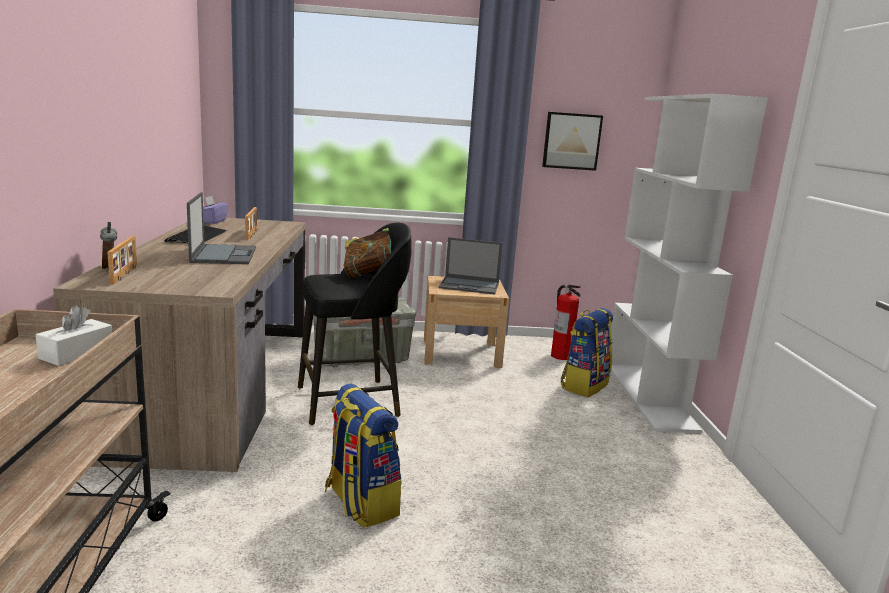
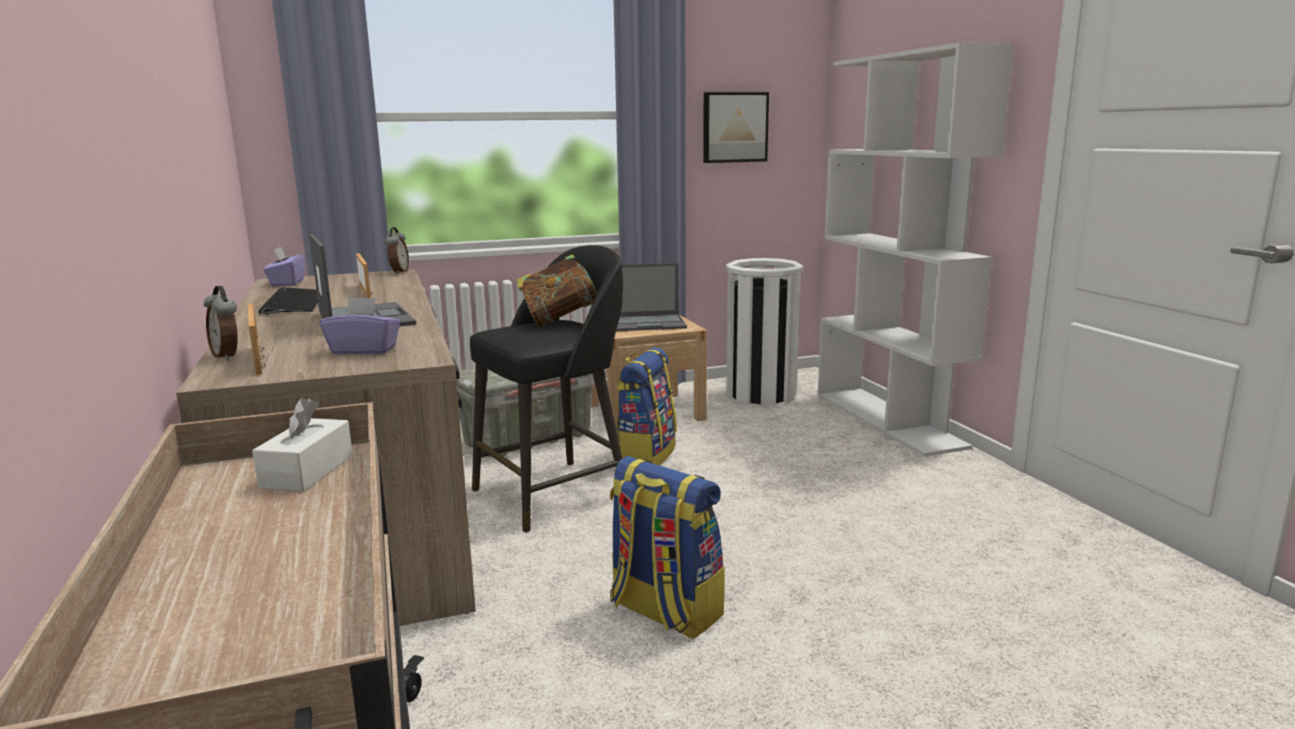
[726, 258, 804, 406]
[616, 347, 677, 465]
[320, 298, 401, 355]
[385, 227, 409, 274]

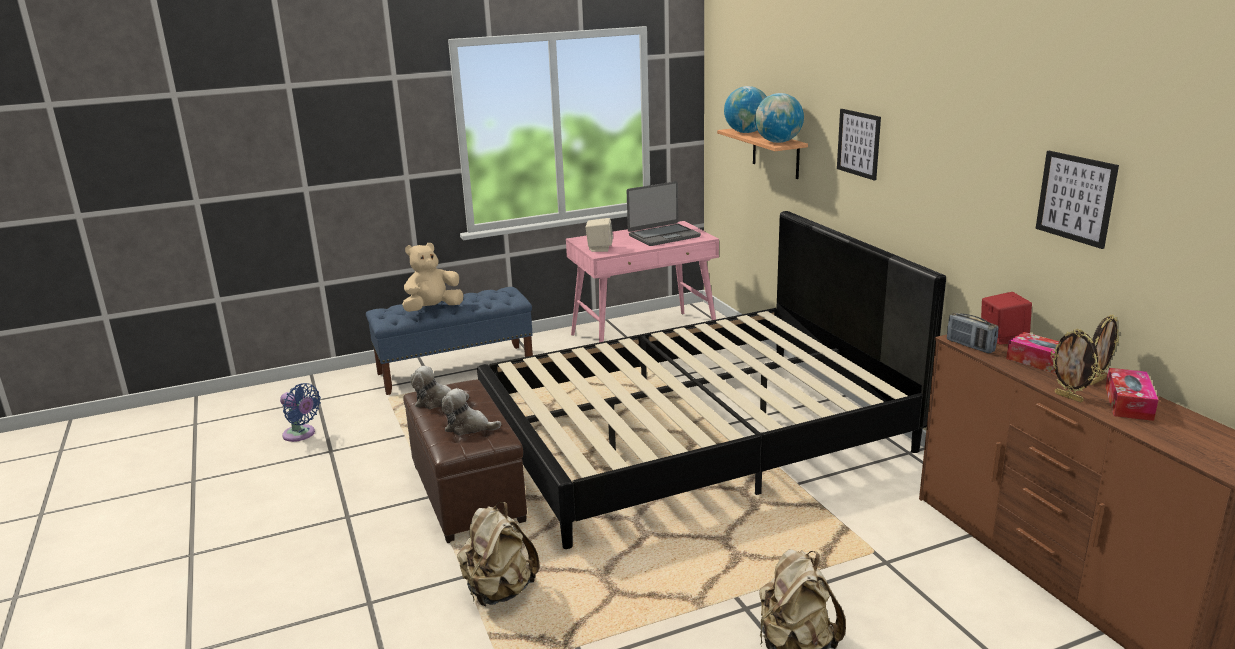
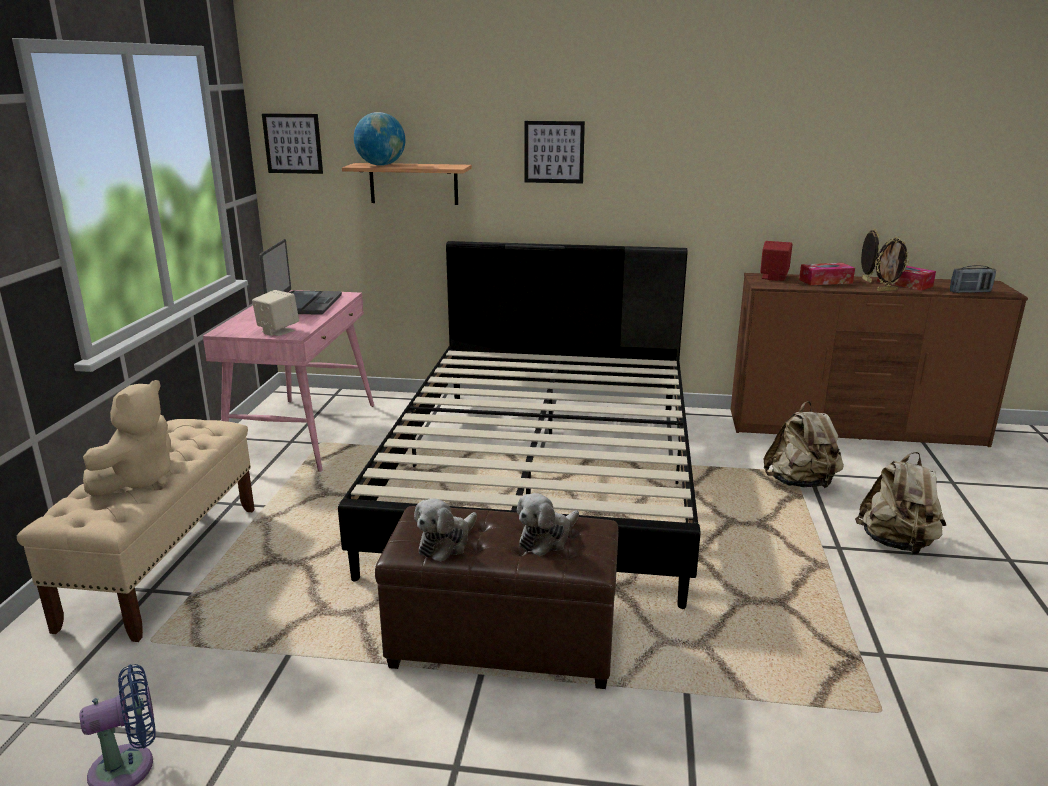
[17, 419, 255, 642]
[83, 380, 171, 495]
[763, 401, 844, 488]
[755, 93, 804, 143] (first image)
[950, 265, 996, 293]
[262, 113, 323, 174]

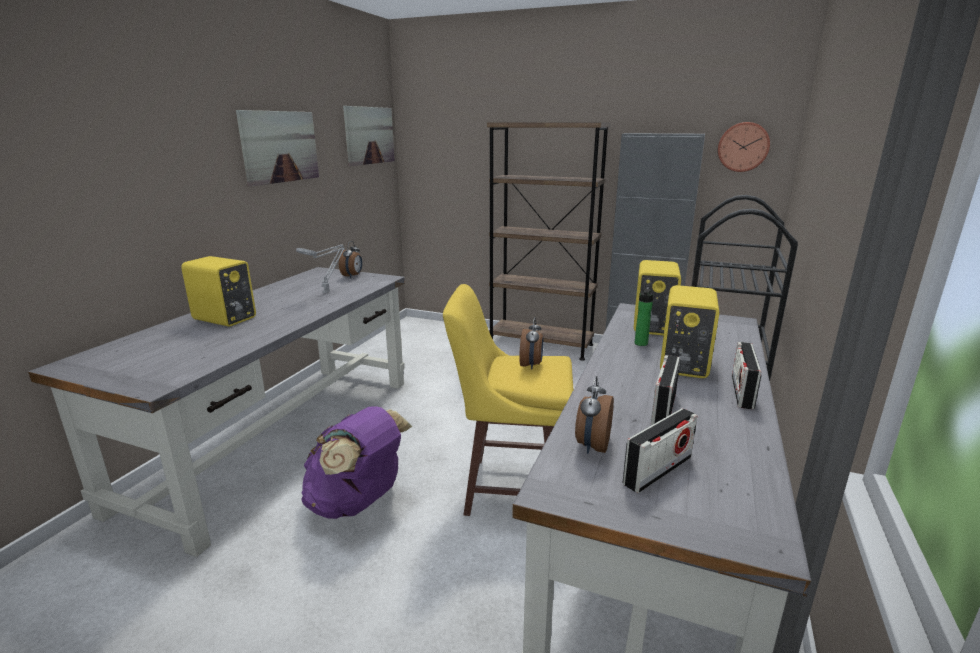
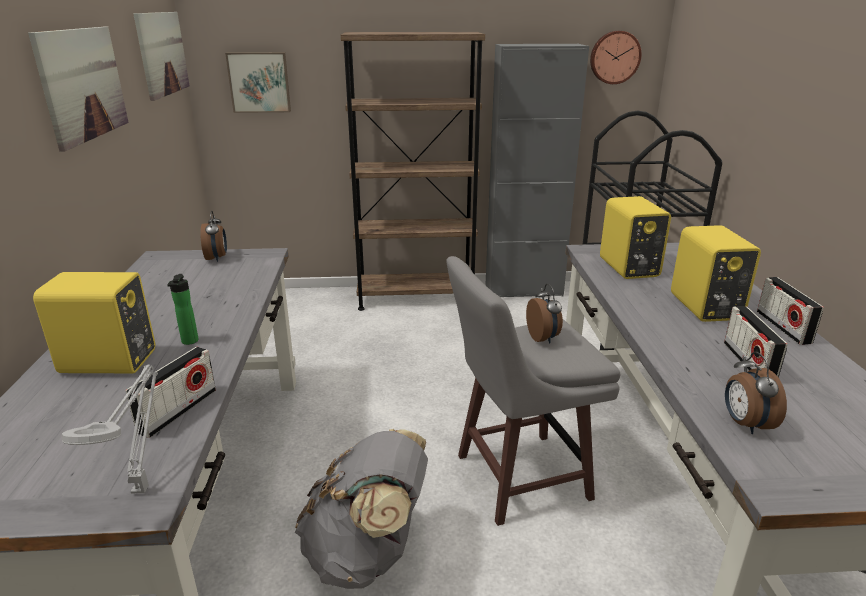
[62, 365, 158, 493]
[295, 429, 428, 589]
[446, 256, 620, 526]
[126, 347, 216, 438]
[167, 274, 199, 345]
[225, 52, 291, 113]

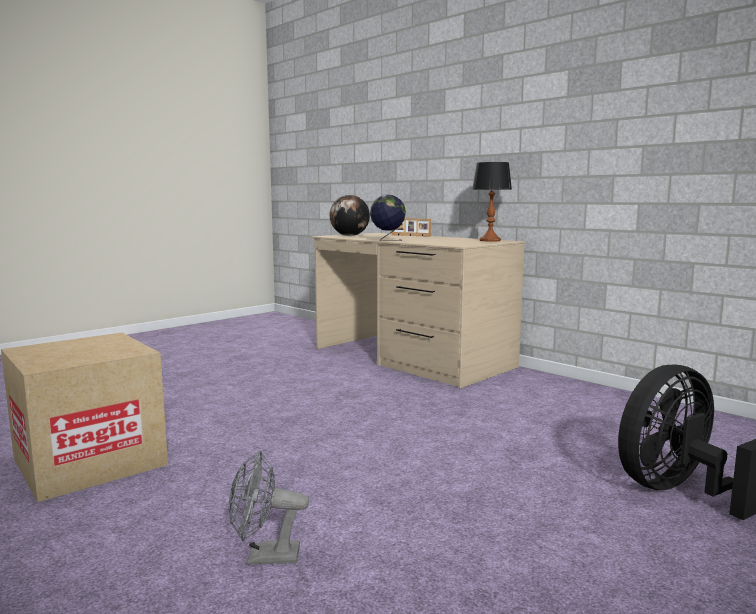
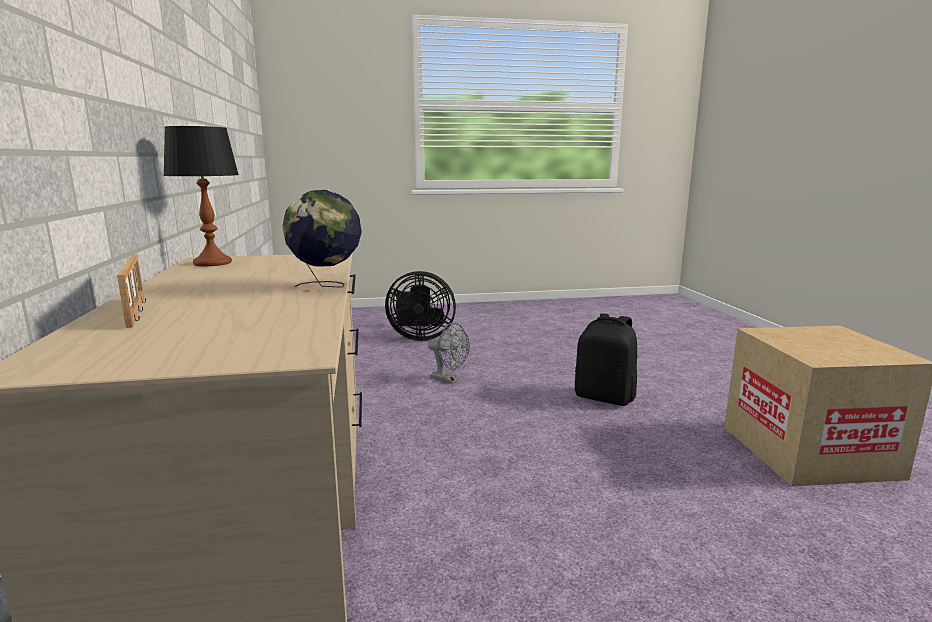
[428, 322, 470, 384]
[329, 195, 370, 236] (first image)
[575, 313, 637, 406]

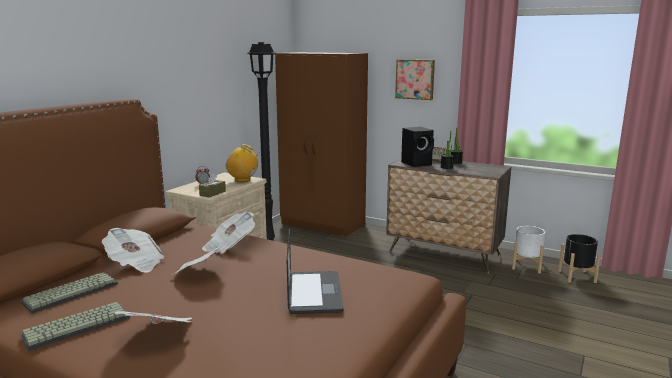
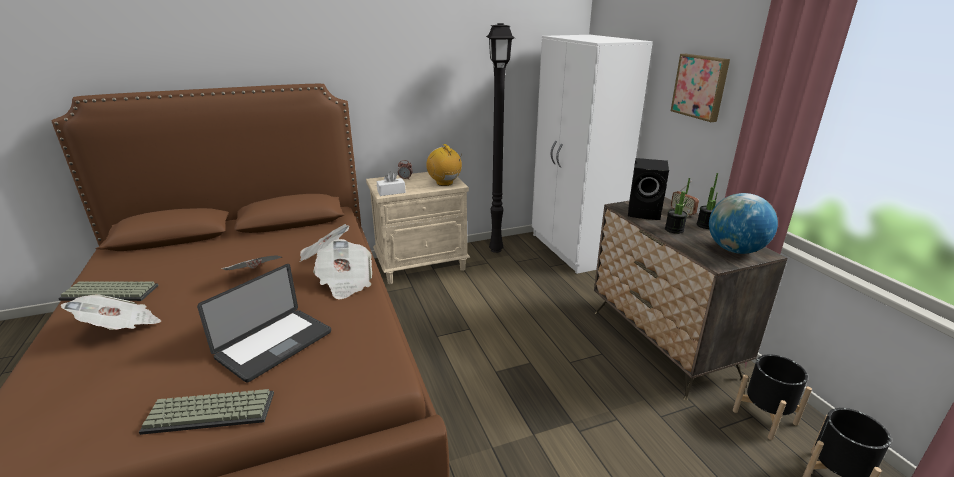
[139, 389, 274, 435]
[313, 239, 372, 300]
[377, 171, 406, 196]
[532, 35, 653, 274]
[733, 354, 812, 440]
[709, 193, 778, 254]

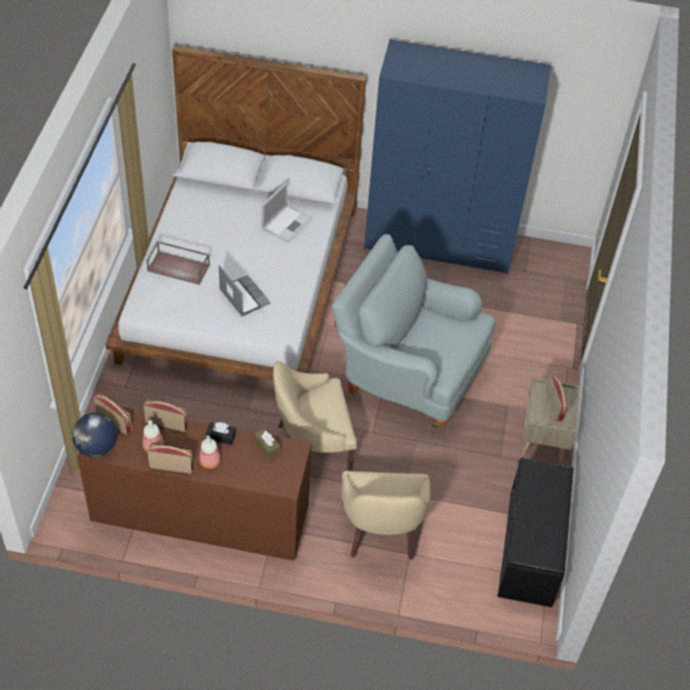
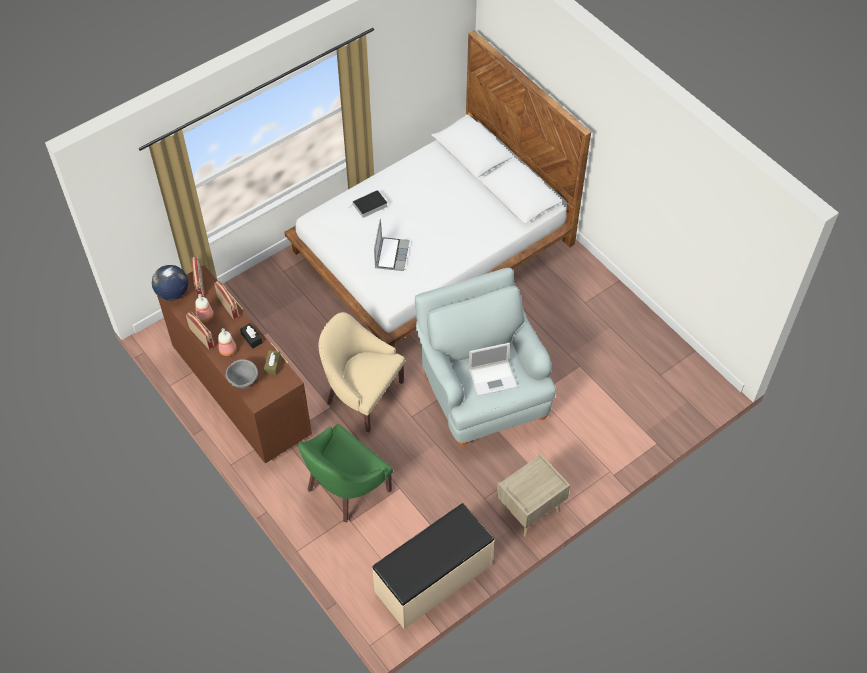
[349, 190, 388, 218]
[469, 343, 517, 396]
[298, 424, 393, 522]
[364, 39, 551, 274] (first image)
[372, 503, 495, 629]
[546, 376, 568, 421] (first image)
[225, 359, 258, 389]

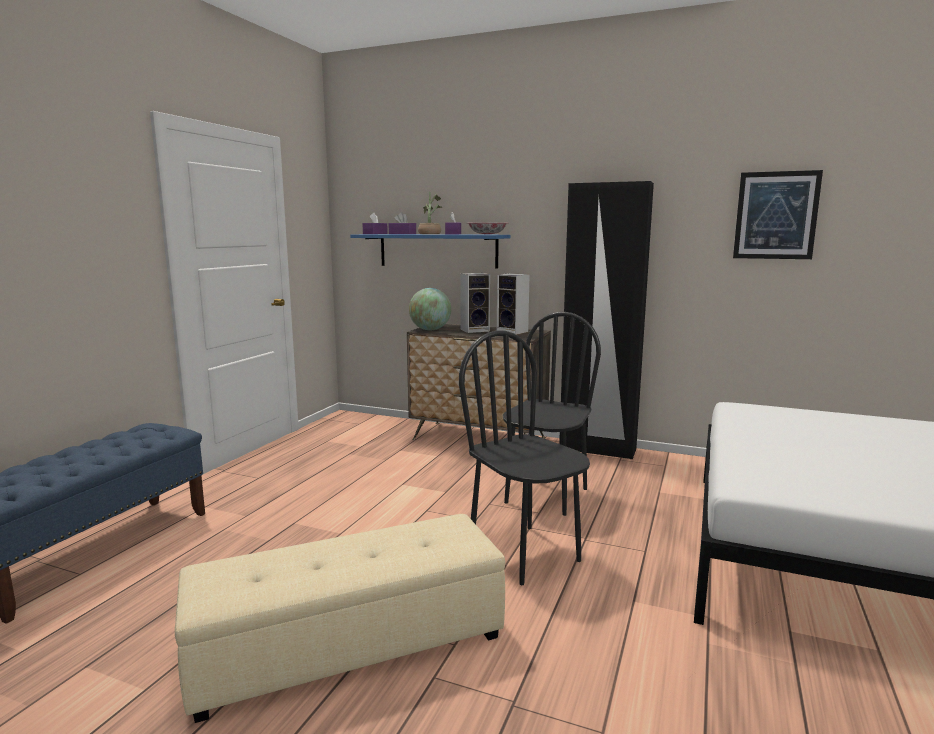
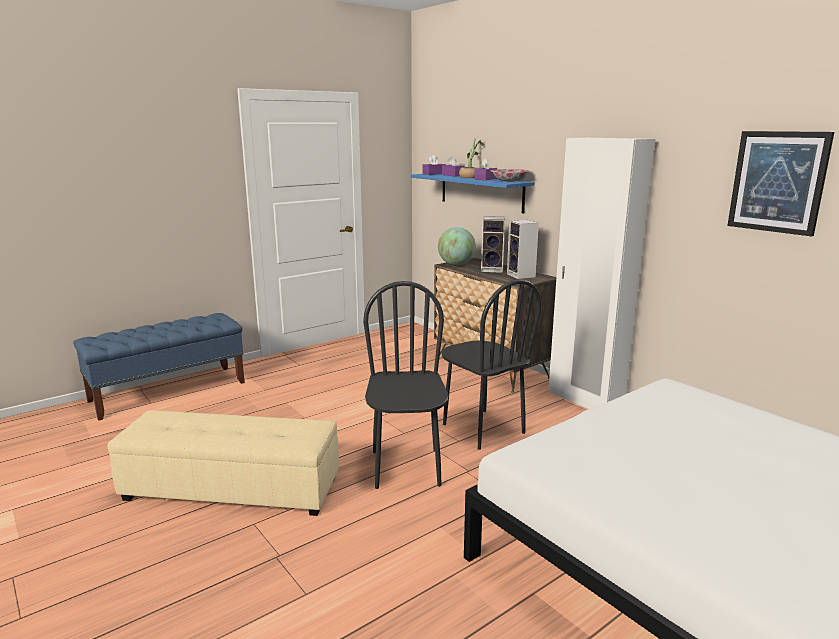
[442, 279, 541, 450]
[549, 138, 655, 409]

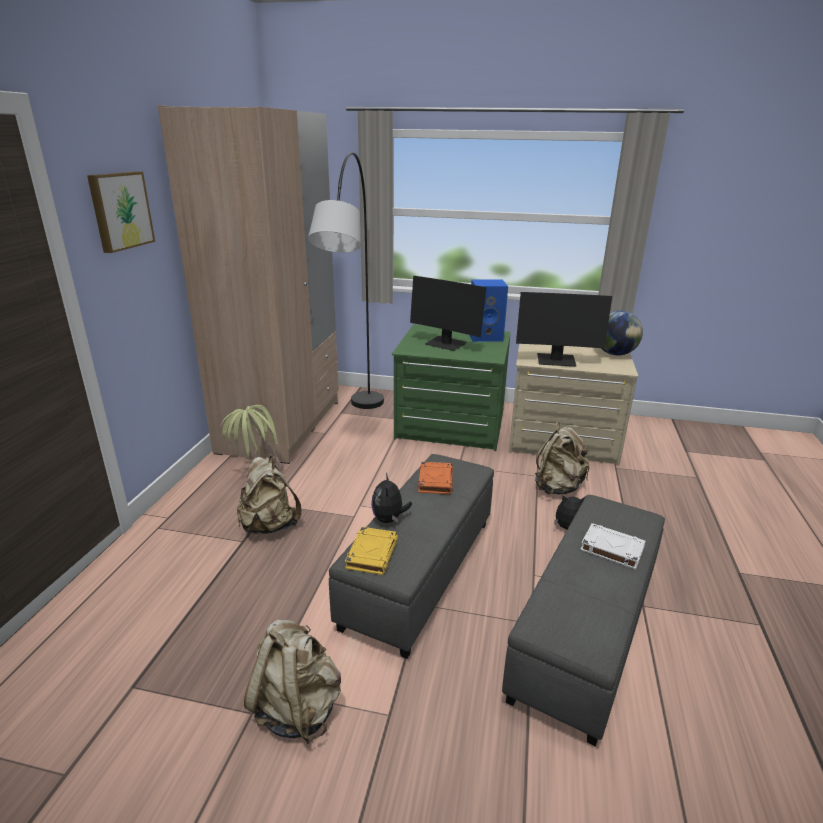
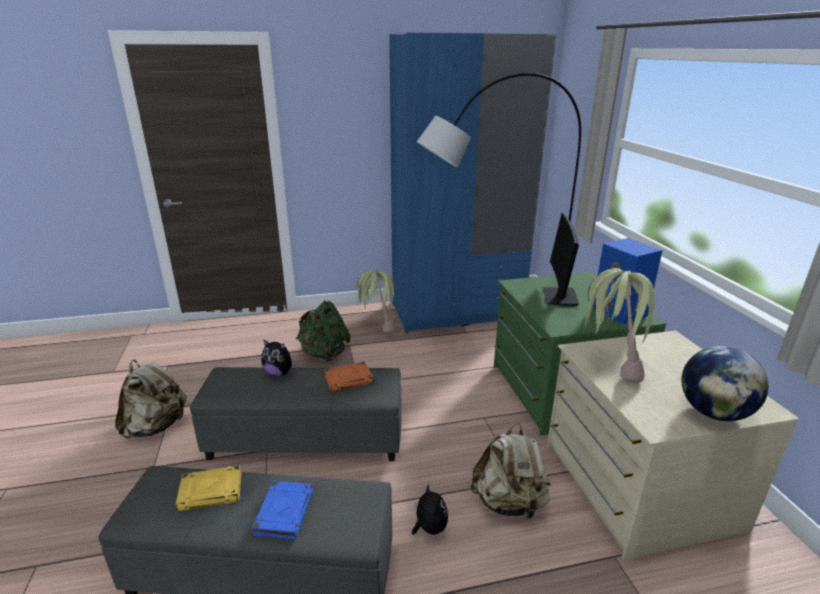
[87, 171, 155, 253] (first image)
[389, 33, 556, 333]
[296, 300, 351, 362]
[176, 465, 242, 512]
[261, 339, 297, 376]
[585, 268, 660, 383]
[252, 481, 314, 540]

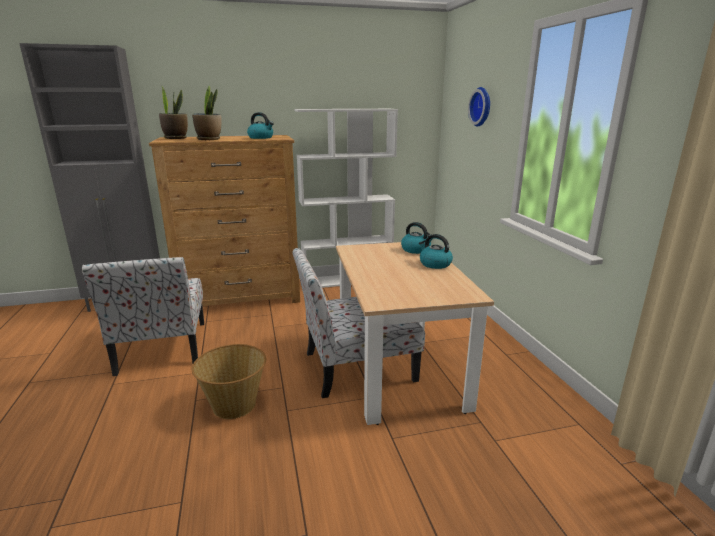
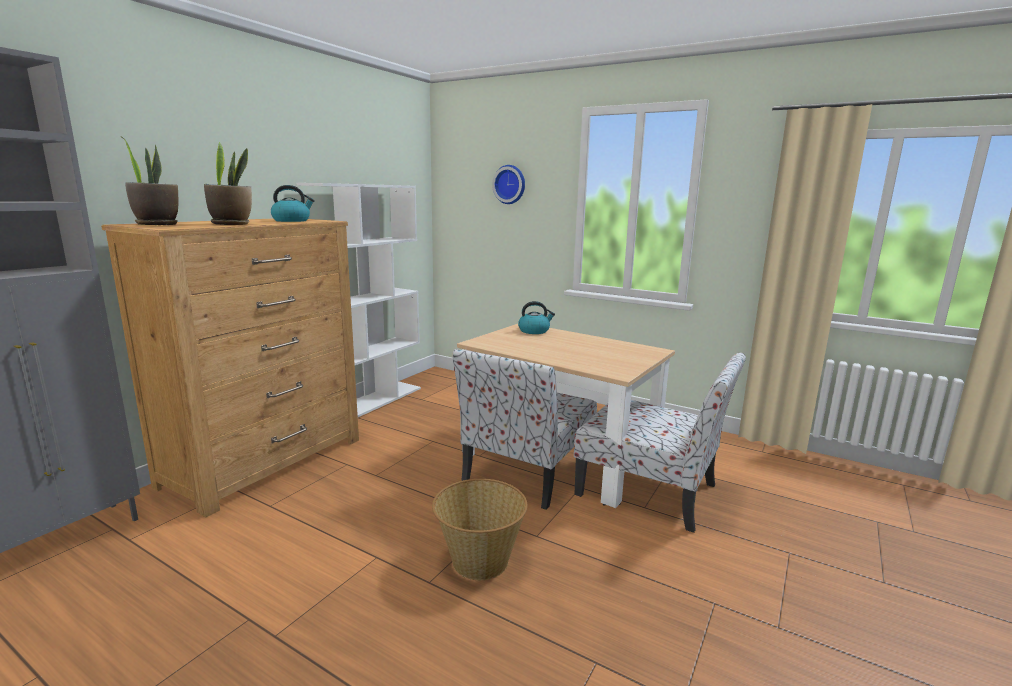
[574, 353, 746, 533]
[419, 234, 453, 269] (first image)

